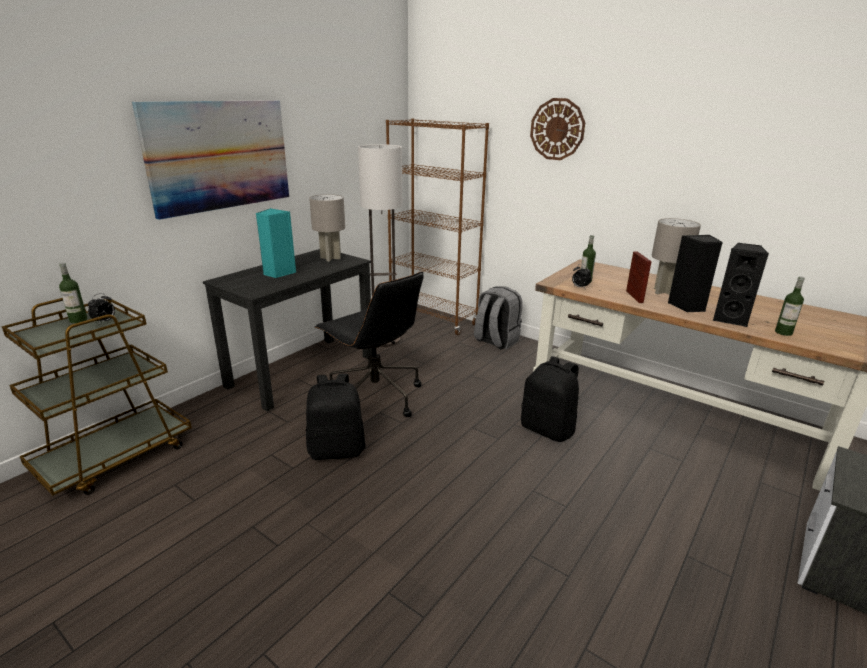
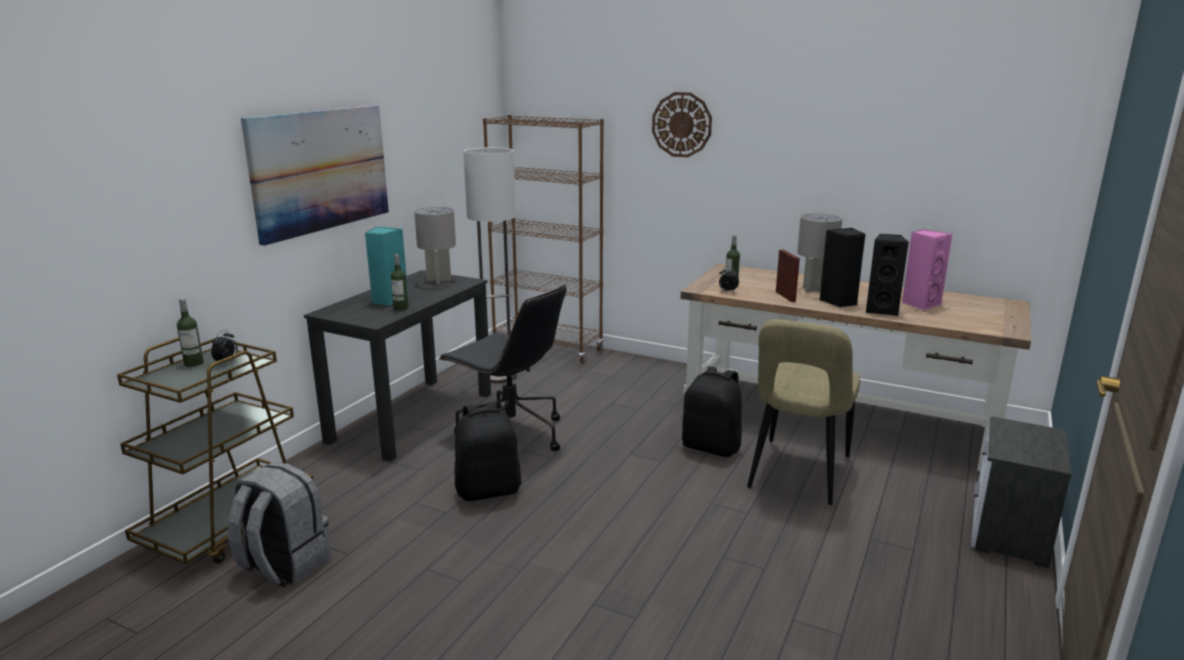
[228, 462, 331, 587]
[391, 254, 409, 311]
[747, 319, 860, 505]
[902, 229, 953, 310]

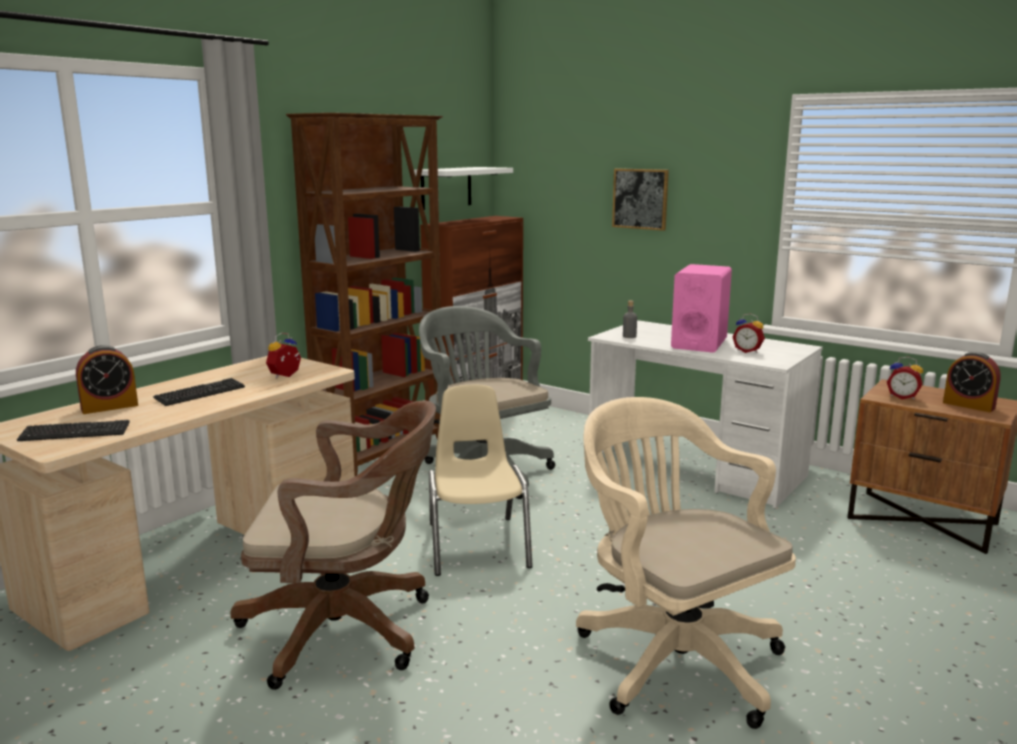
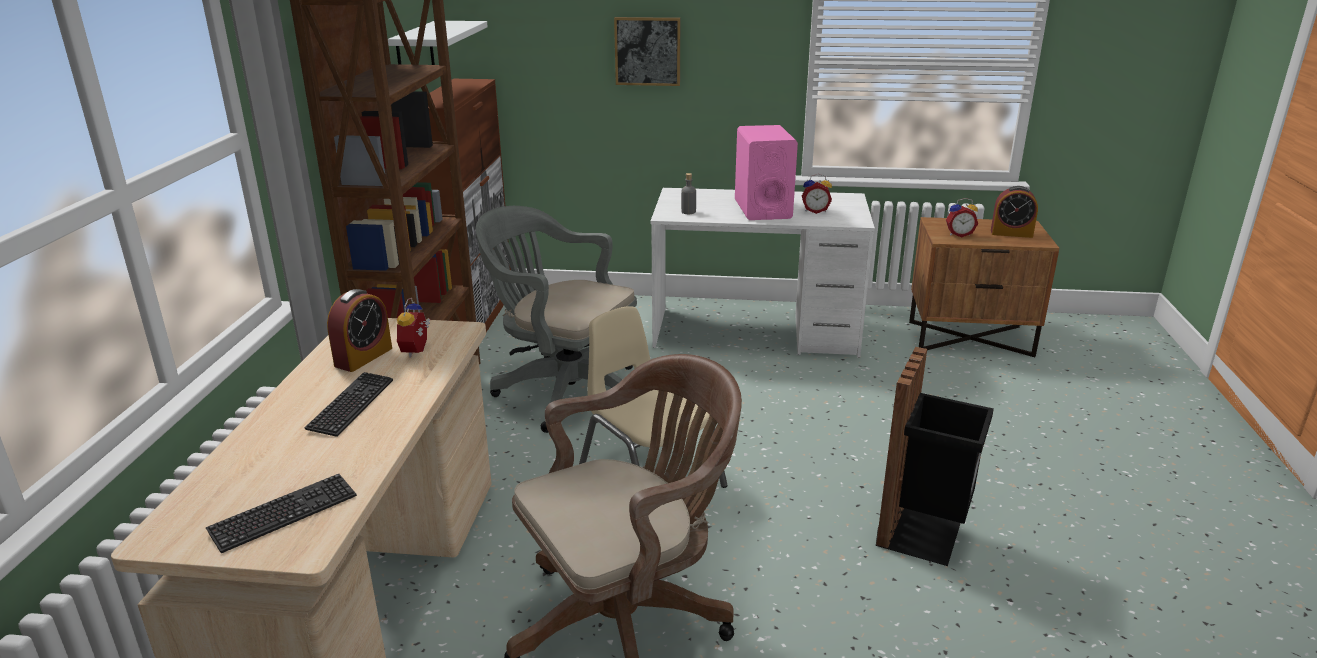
[327, 289, 392, 372]
[876, 347, 994, 566]

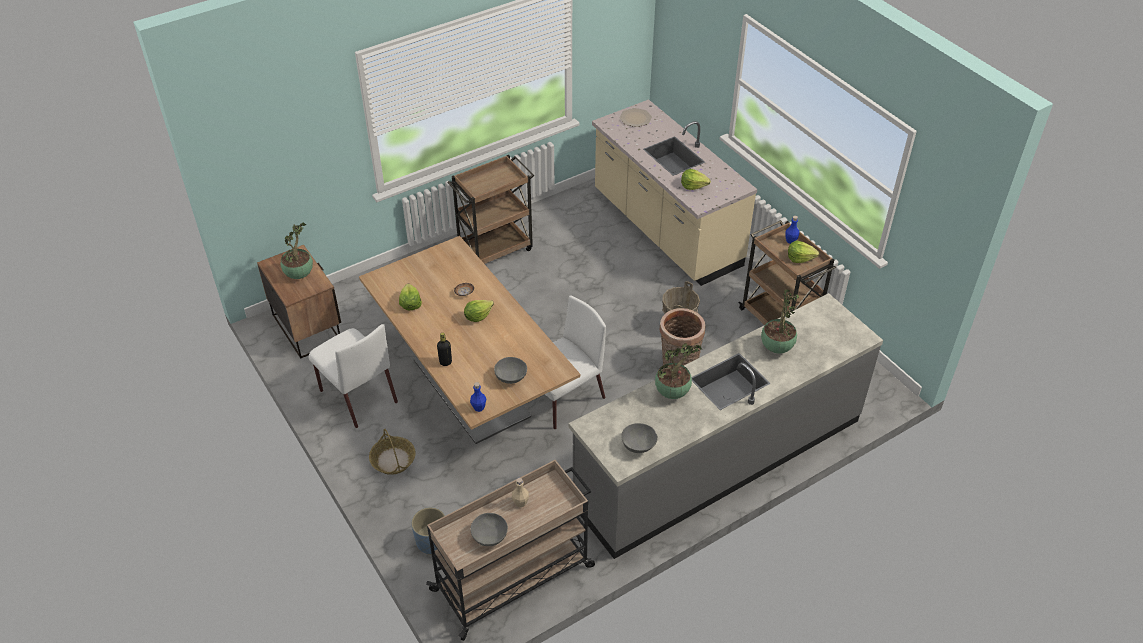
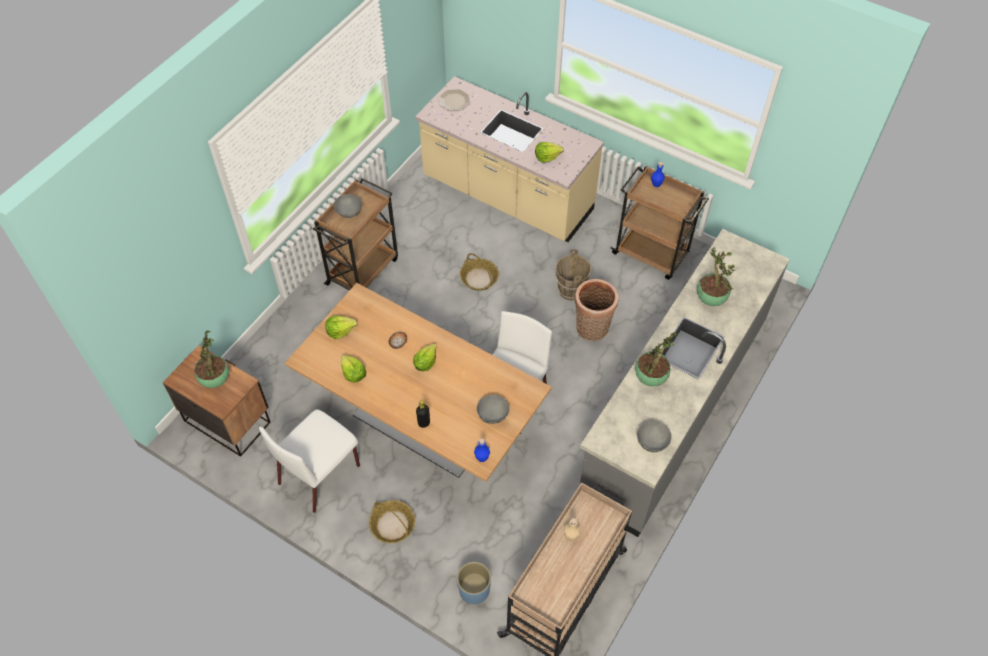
[259, 409, 360, 513]
[334, 194, 362, 218]
[325, 316, 357, 339]
[460, 253, 499, 291]

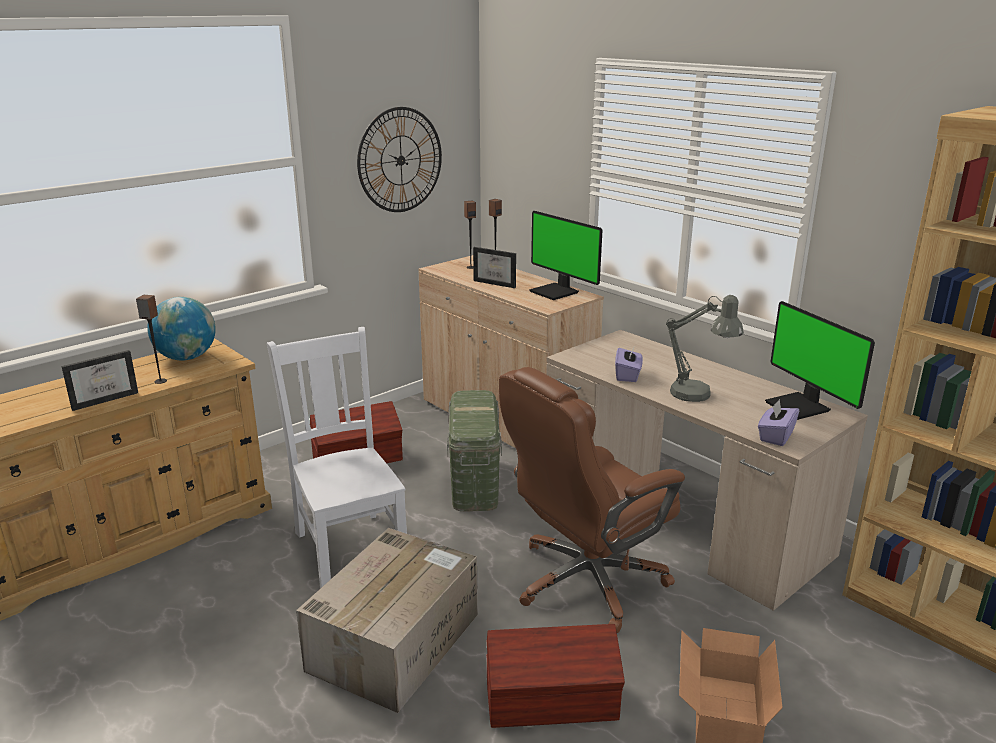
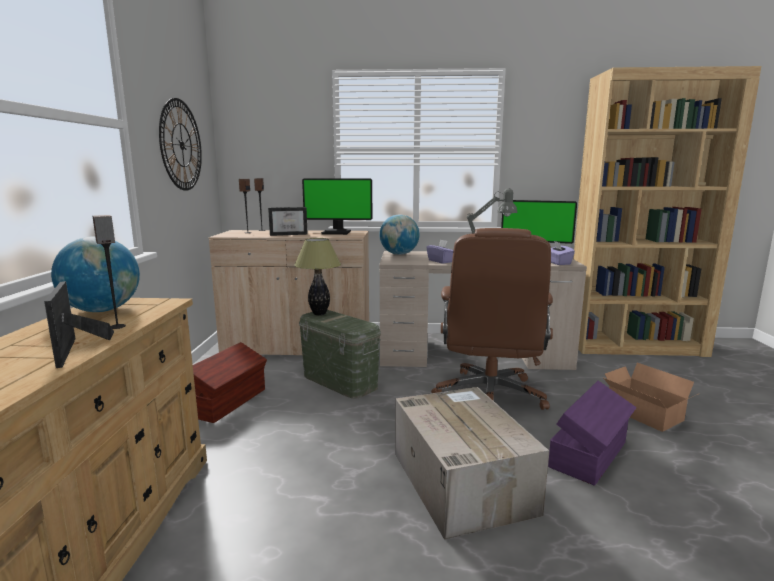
[44, 281, 114, 368]
[267, 327, 407, 589] (first image)
[548, 381, 637, 486]
[294, 238, 341, 315]
[379, 214, 420, 255]

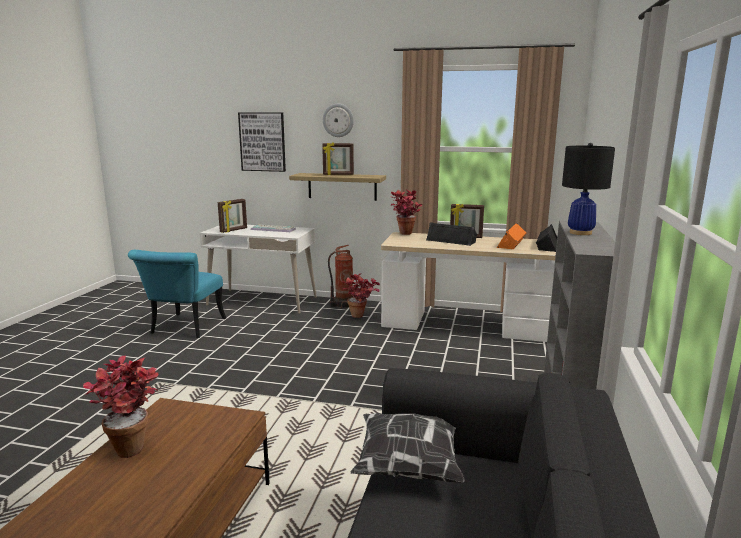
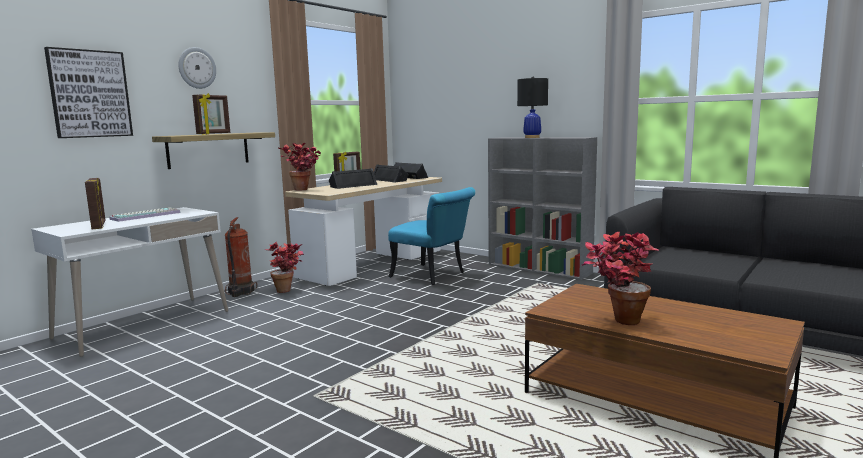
[388, 187, 475, 285]
[351, 413, 465, 483] (first image)
[374, 164, 409, 183]

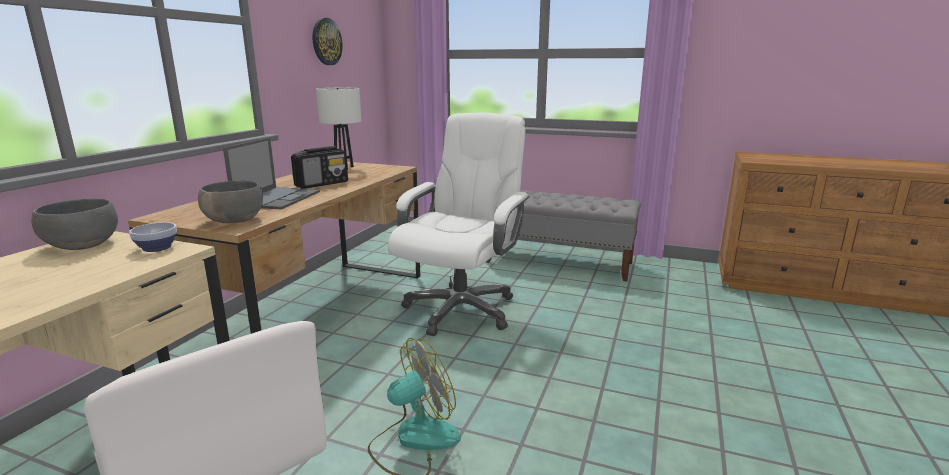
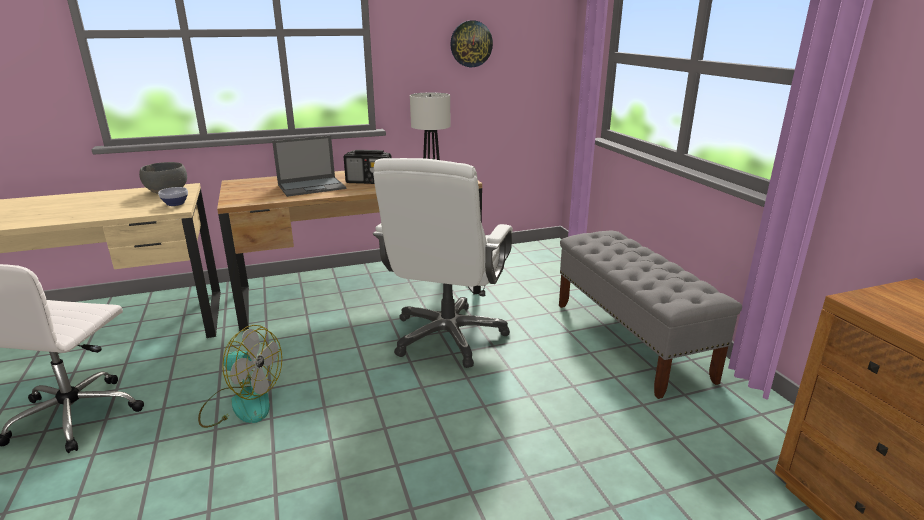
[198, 180, 263, 223] (first image)
[373, 158, 513, 368]

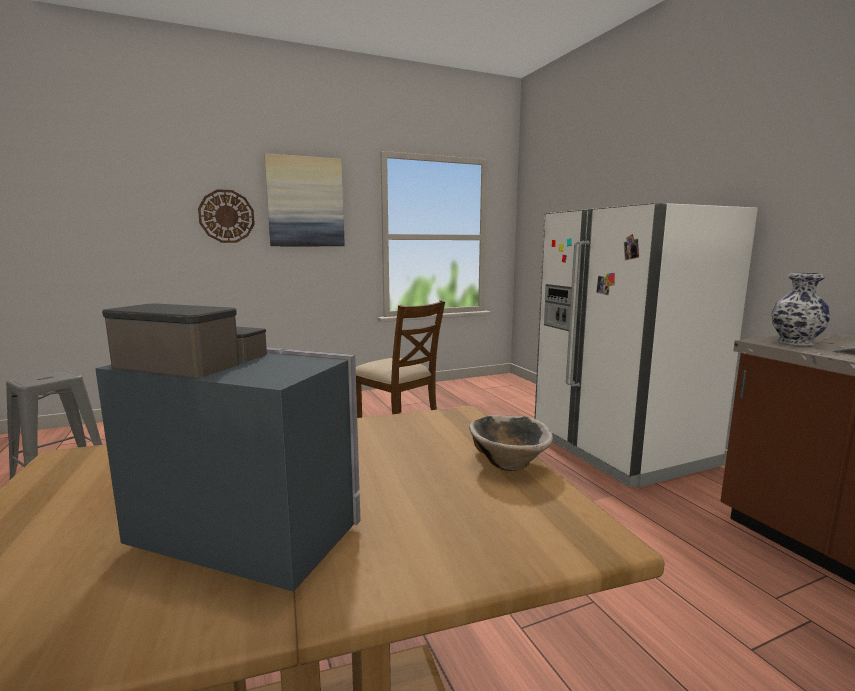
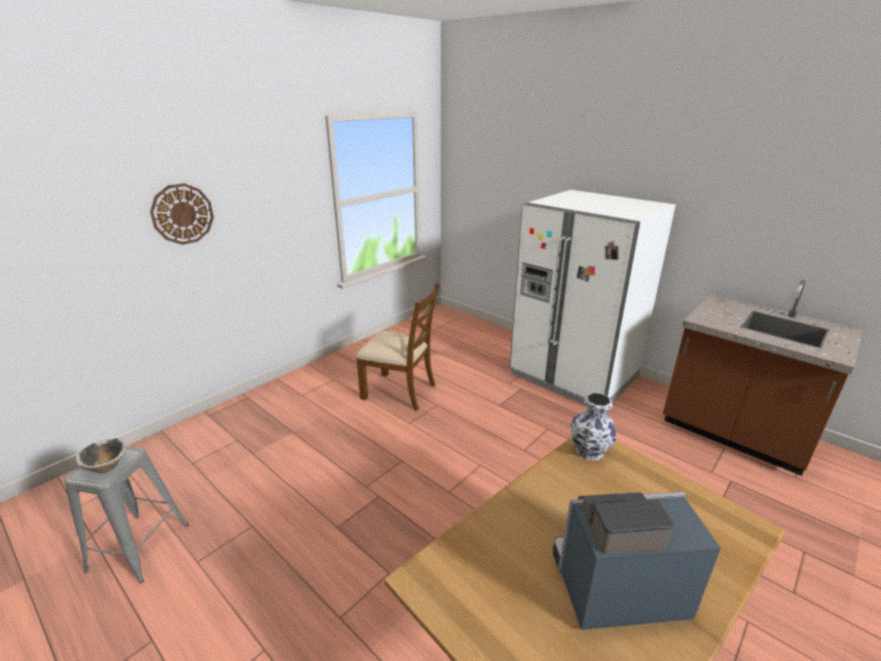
[264, 153, 345, 246] (first image)
[76, 438, 127, 473]
[571, 393, 616, 461]

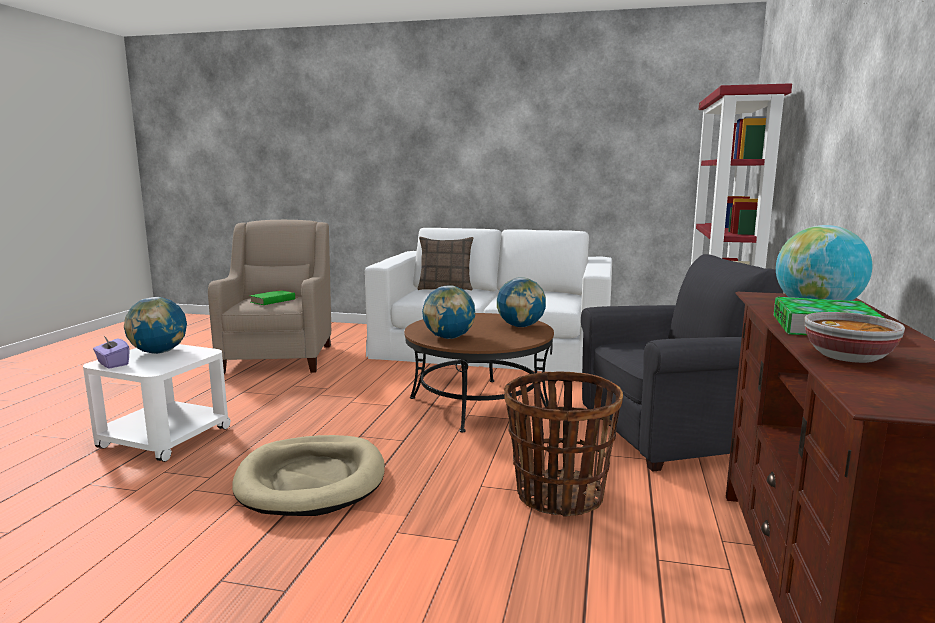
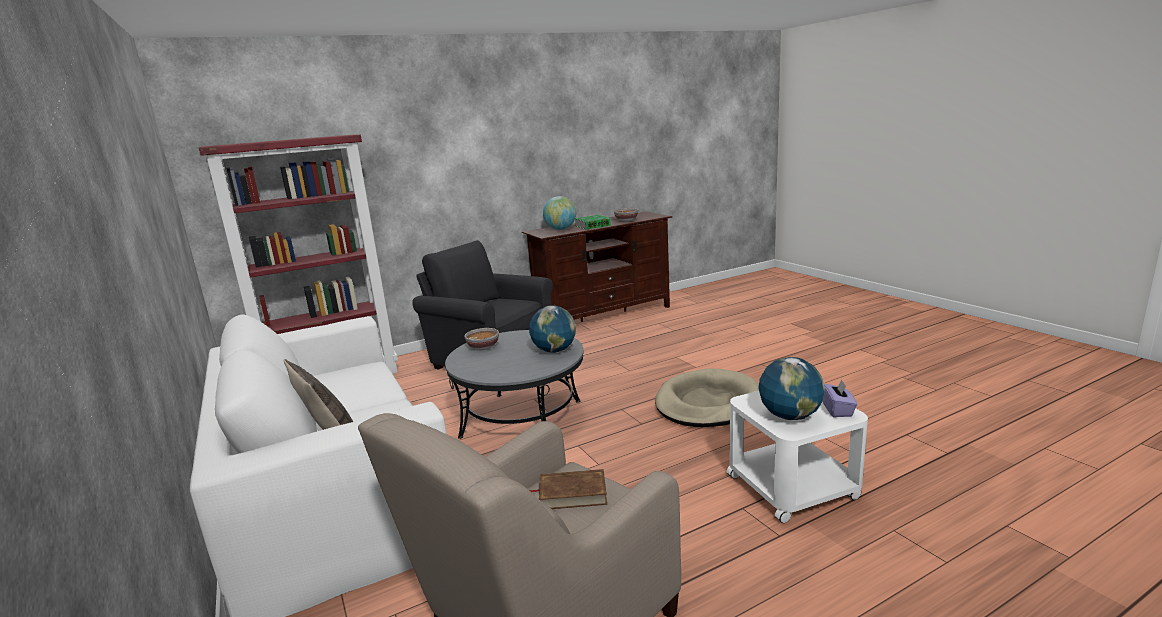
[530, 469, 607, 509]
[445, 330, 584, 439]
[464, 328, 499, 350]
[504, 371, 623, 517] (first image)

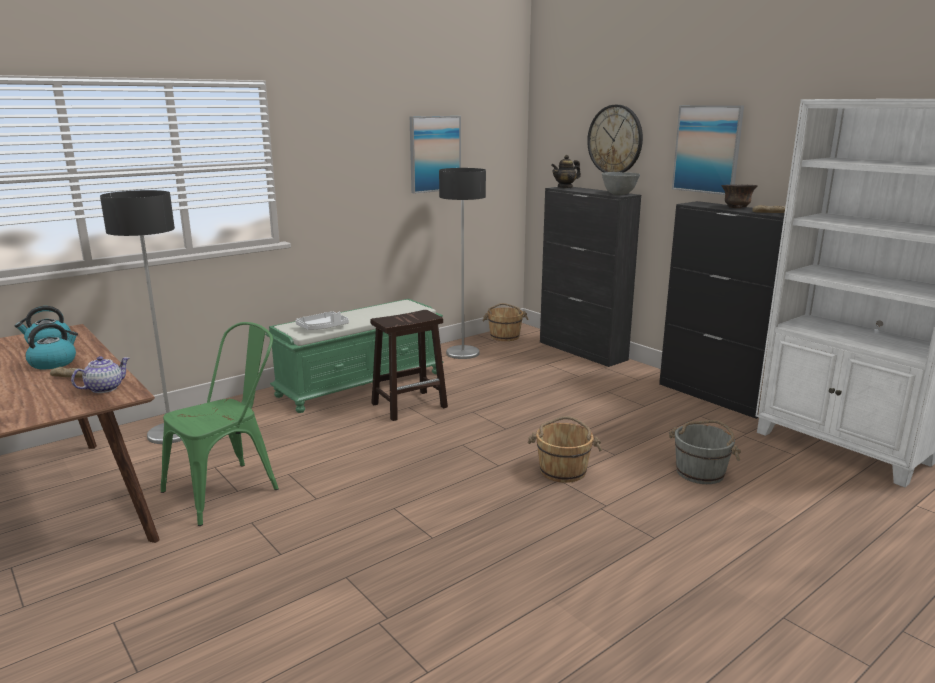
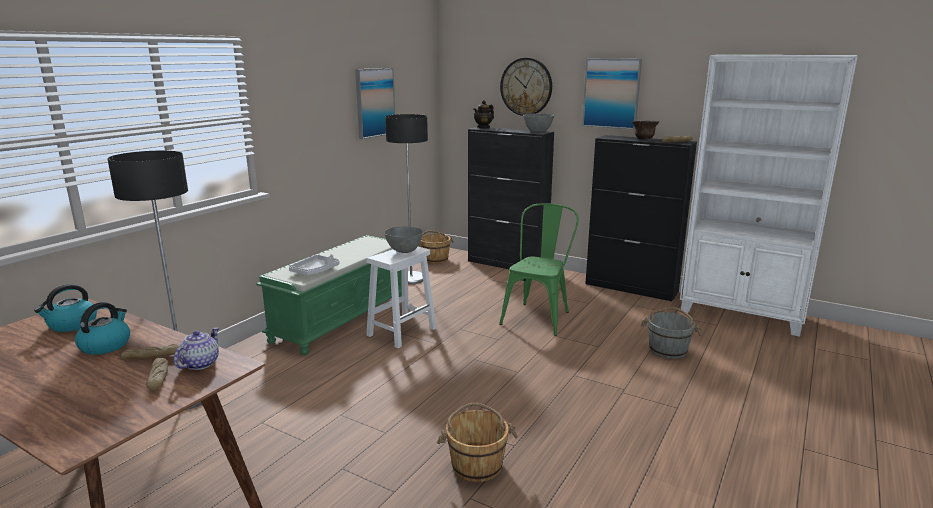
[499, 203, 579, 336]
[366, 247, 436, 348]
[437, 403, 518, 482]
[146, 358, 168, 390]
[384, 226, 423, 253]

